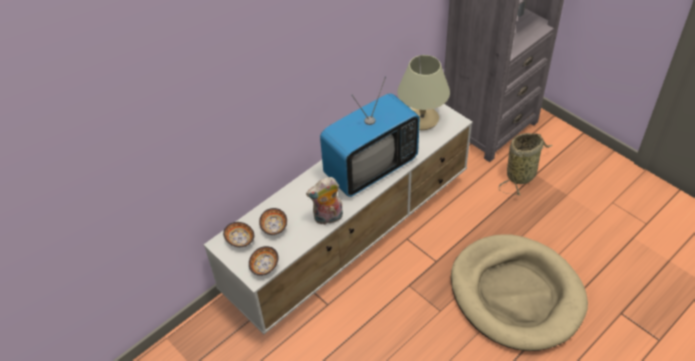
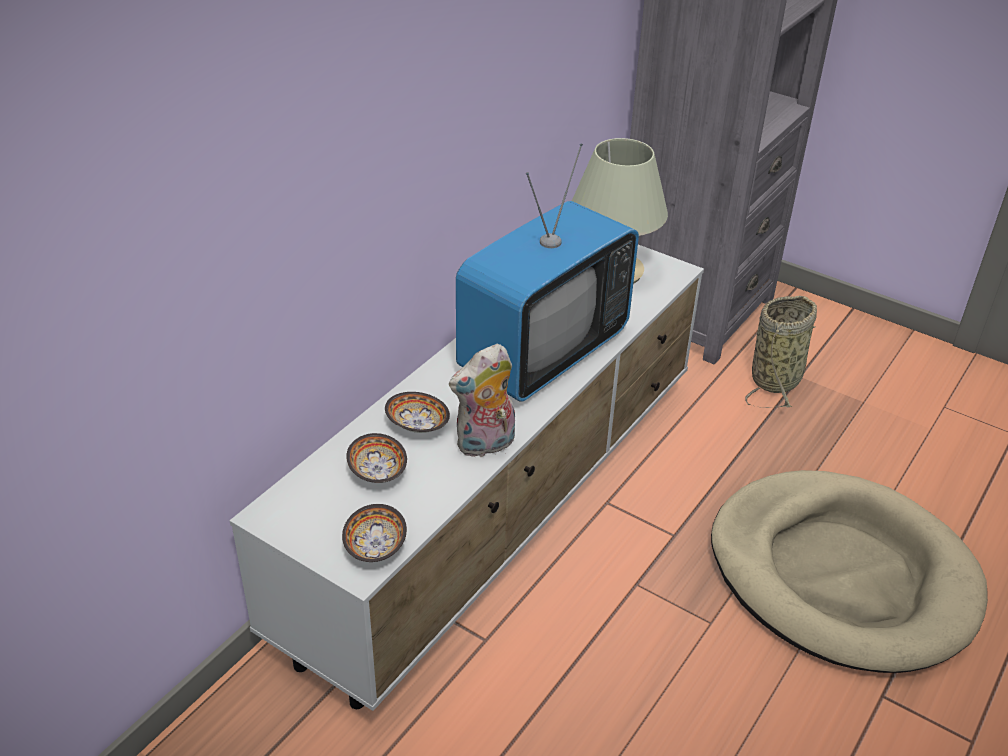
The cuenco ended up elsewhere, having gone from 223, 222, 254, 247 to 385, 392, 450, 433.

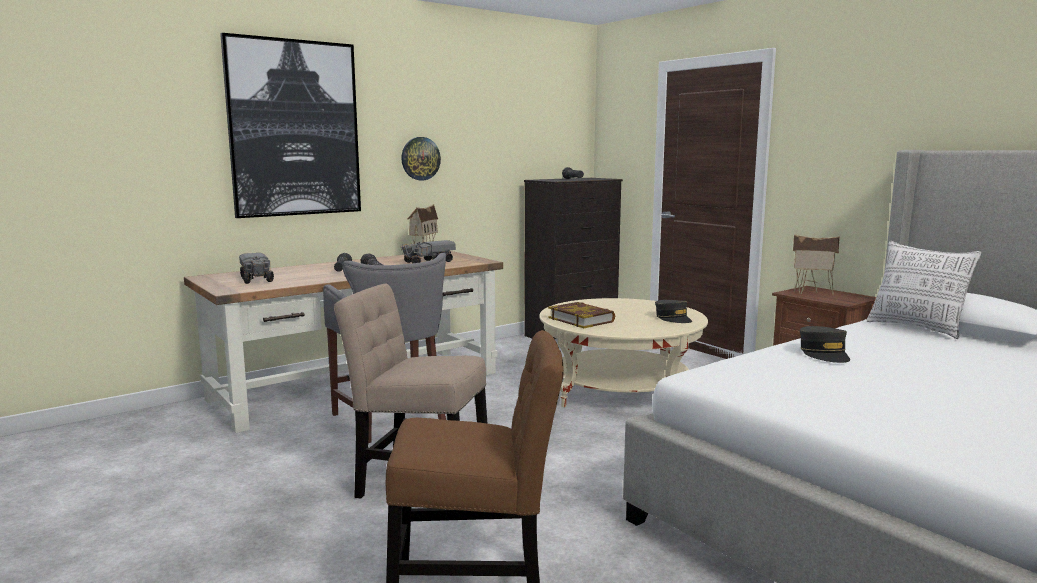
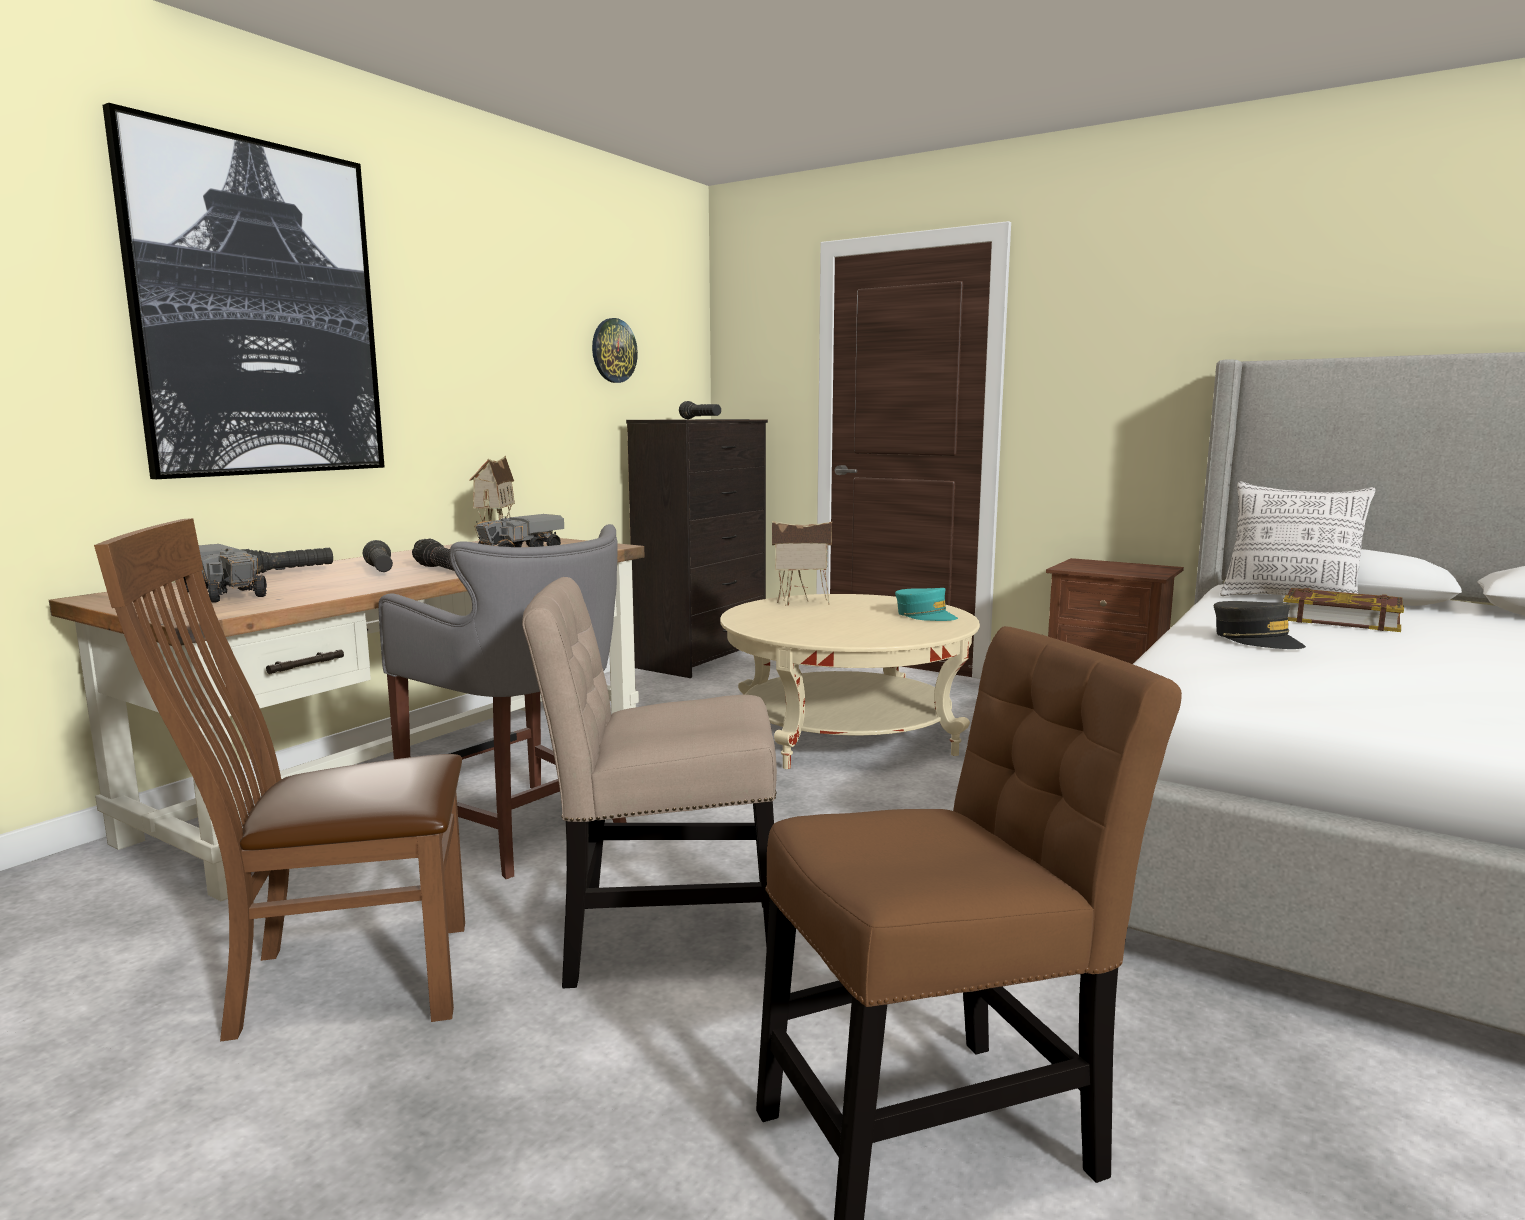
The second view gained the silla (marrón) at 94, 518, 465, 1042.
The second view gained the linterna (negro) at 241, 548, 333, 574.
The reloj de pared ended up elsewhere, having gone from 401, 137, 441, 180 to 592, 318, 638, 383.
The casita ended up elsewhere, having gone from 793, 234, 840, 296 to 772, 521, 832, 606.
What was the gorra (gris) at 655, 300, 692, 323 turned into the gorra (turquesa) at 895, 588, 958, 621.
The libro ended up elsewhere, having gone from 548, 302, 615, 328 to 1283, 588, 1404, 632.

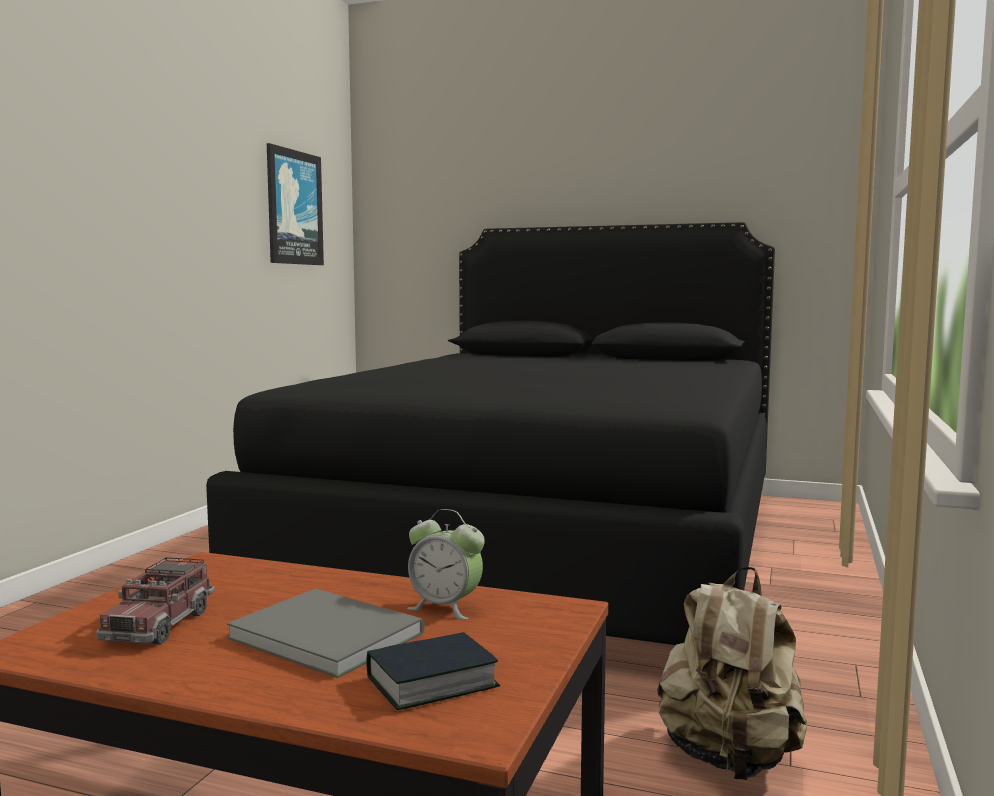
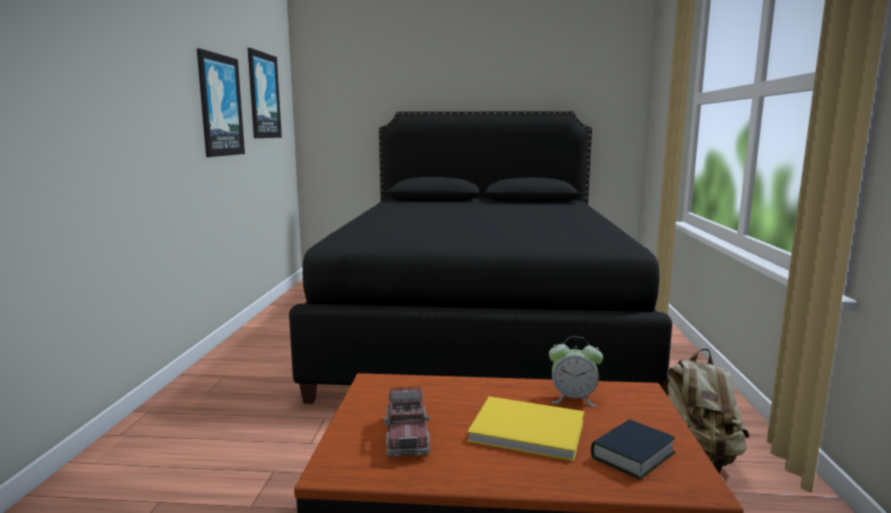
The second view gained the cuadro at 197, 48, 245, 157.
What was the libro (gris) at 227, 589, 425, 678 turned into the libro (amarillo) at 467, 396, 584, 461.

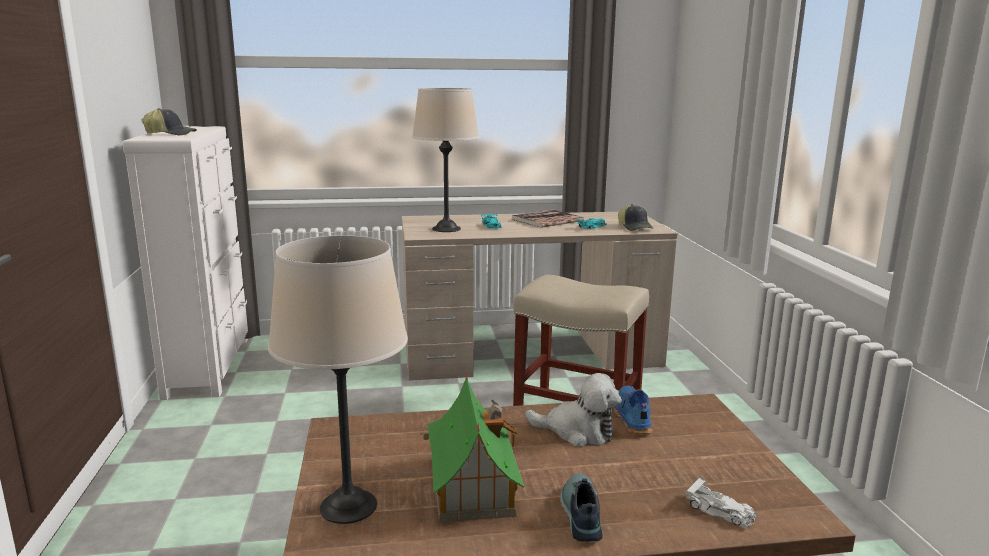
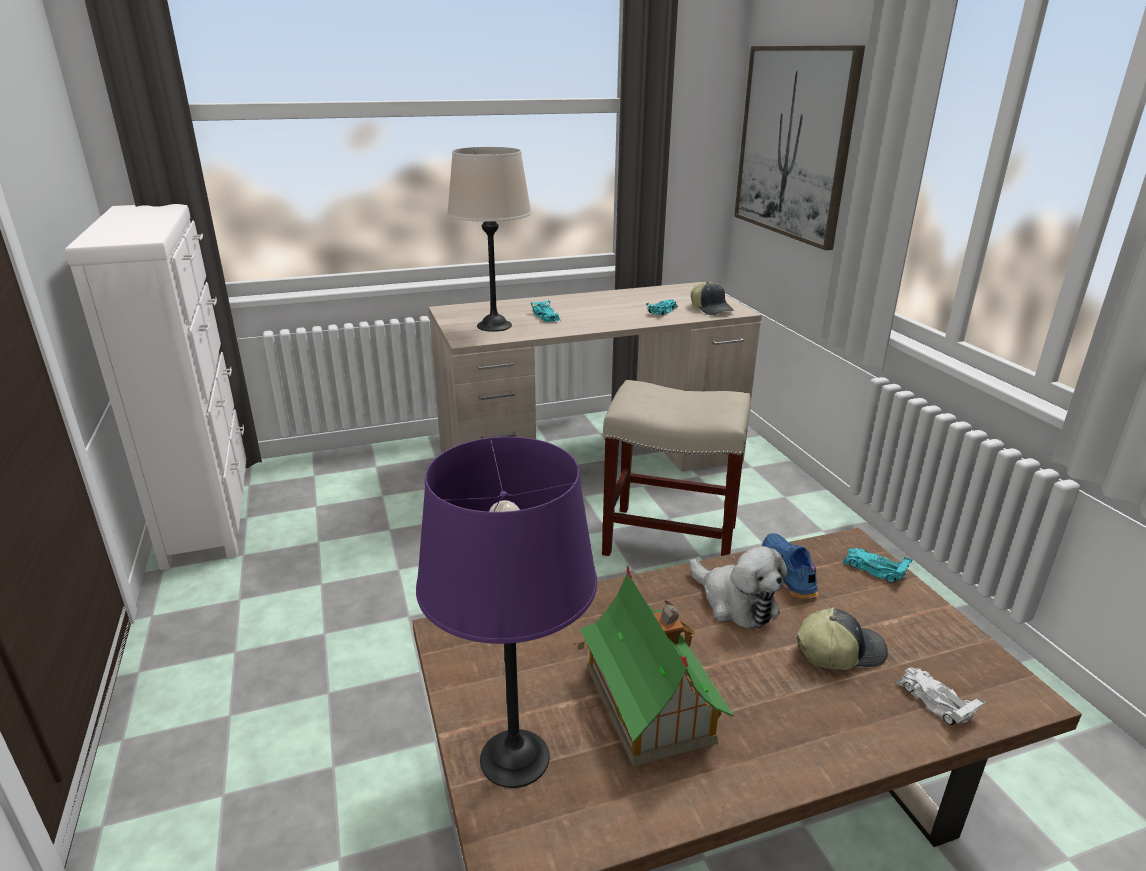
What was the lámpara de mesa (beis) at 268, 235, 408, 524 turned into the lámpara de mesa (morado) at 416, 437, 597, 788.
The peluche at 525, 373, 622, 447 ended up facing another way, 45 degrees clockwise from before.
The second view gained the cuadro at 734, 45, 865, 250.
The gorra ended up elsewhere, having gone from 142, 108, 197, 135 to 797, 608, 888, 670.
The second view gained the coche de juguete (turquesa) at 843, 548, 913, 583.
The coche de juguete (blanco) at 685, 476, 757, 529 ended up facing another way, 150 degrees counterclockwise from before.
The second view lost the libro at 512, 210, 584, 228.
The second view lost the zapato at 560, 473, 603, 542.

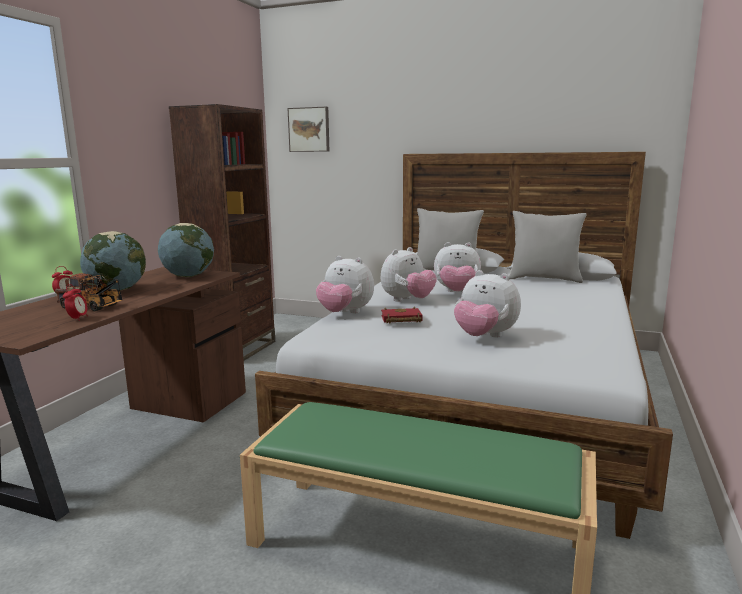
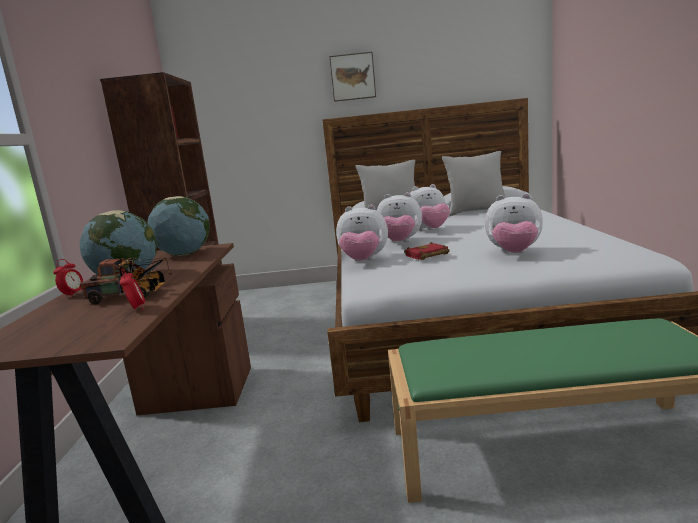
The cuadro ended up elsewhere, having gone from 288, 107, 329, 152 to 329, 52, 376, 102.
The peluche at 381, 247, 437, 302 ended up facing another way, 75 degrees clockwise from before.

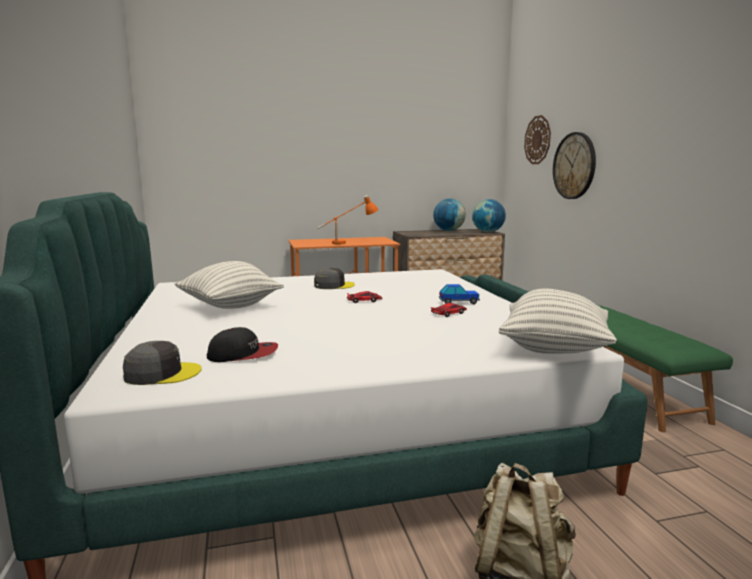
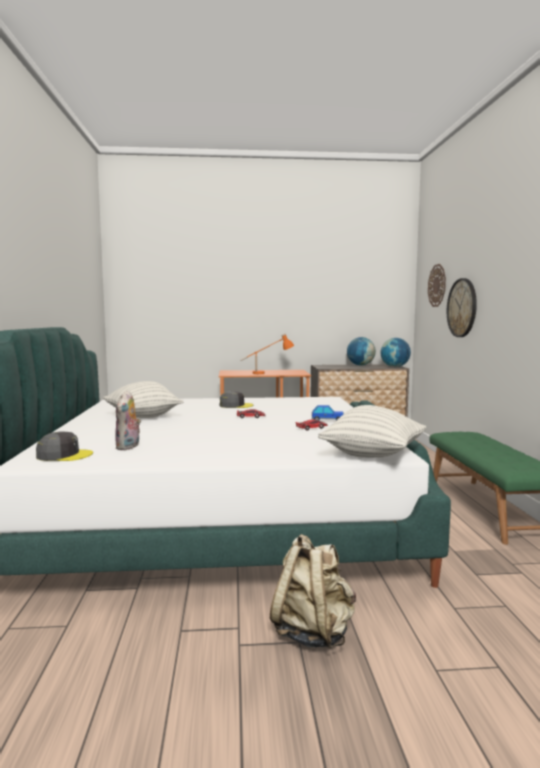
Where the gorra stood at 207, 327, 278, 362, the peluche came to stand at 115, 391, 141, 450.

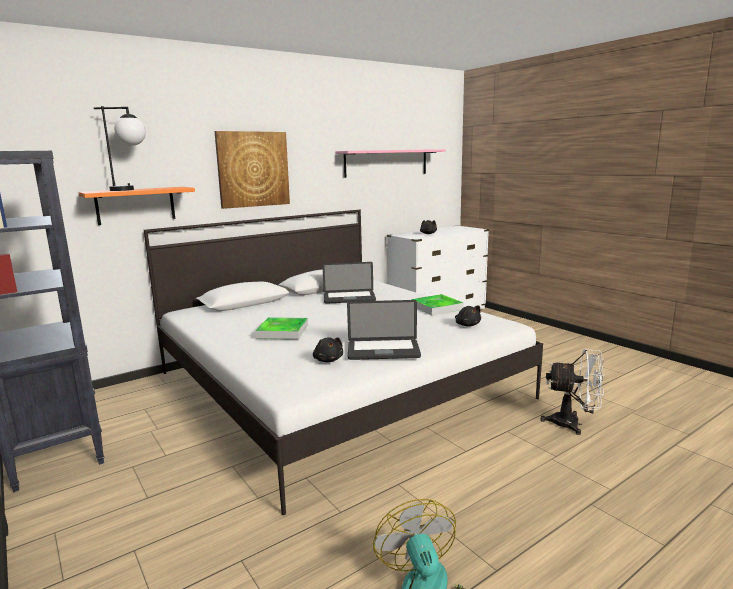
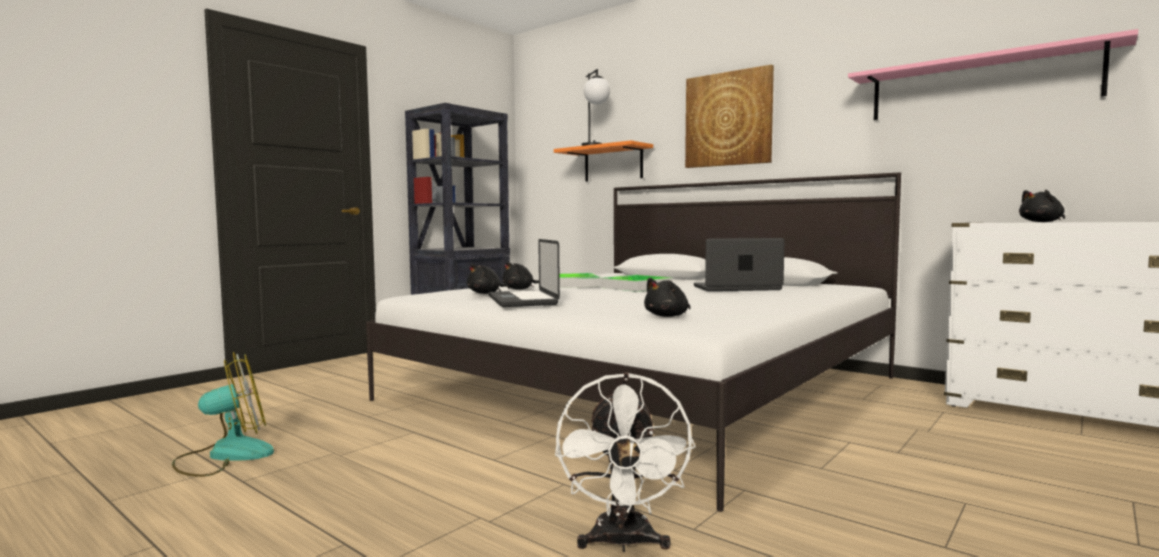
The second view gained the peluche (negro) at 502, 262, 539, 289.
The bandeja ended up elsewhere, having gone from 412, 294, 463, 315 to 600, 275, 673, 292.
The portátil at 322, 262, 376, 304 ended up facing another way, 105 degrees clockwise from before.

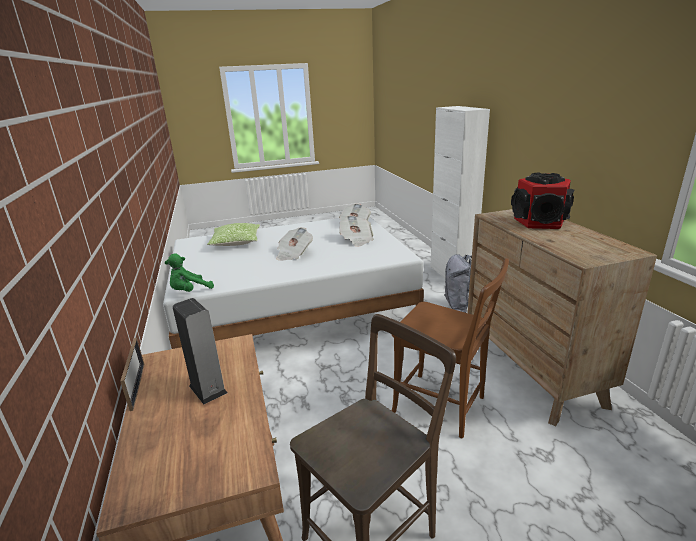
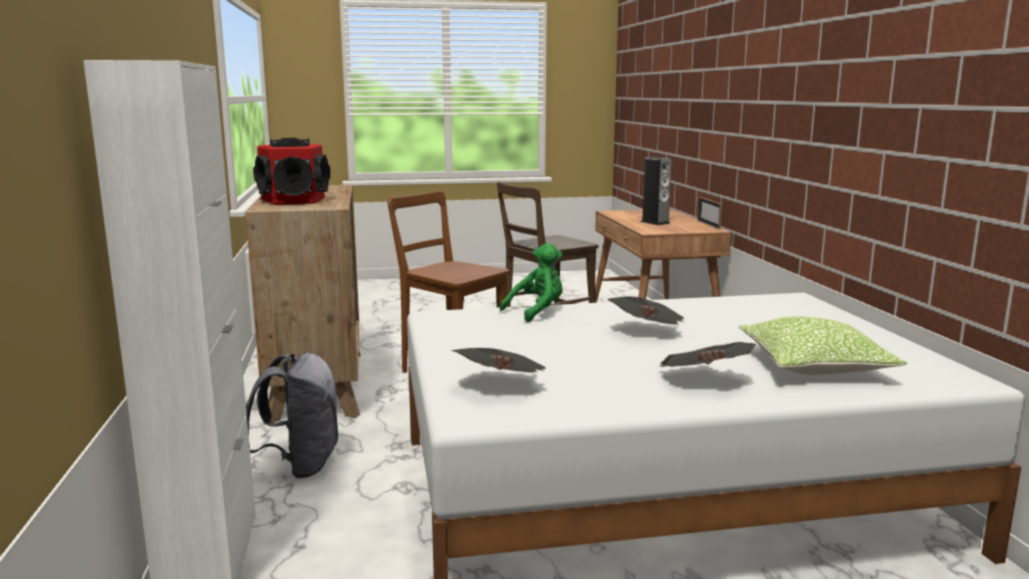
The peluche (verde) ended up elsewhere, having gone from 165, 254, 214, 292 to 500, 243, 563, 322.
The periódico ended up elsewhere, having gone from 339, 215, 374, 247 to 661, 342, 756, 367.

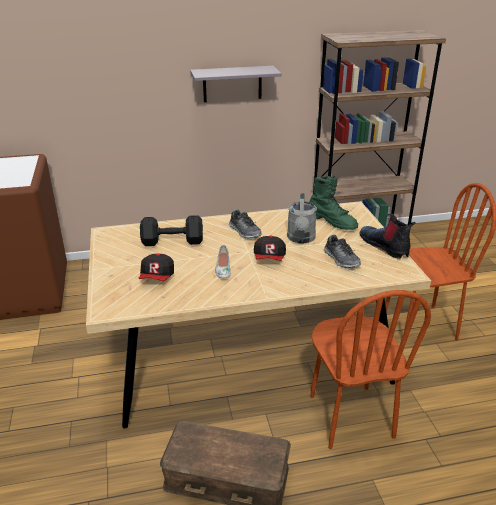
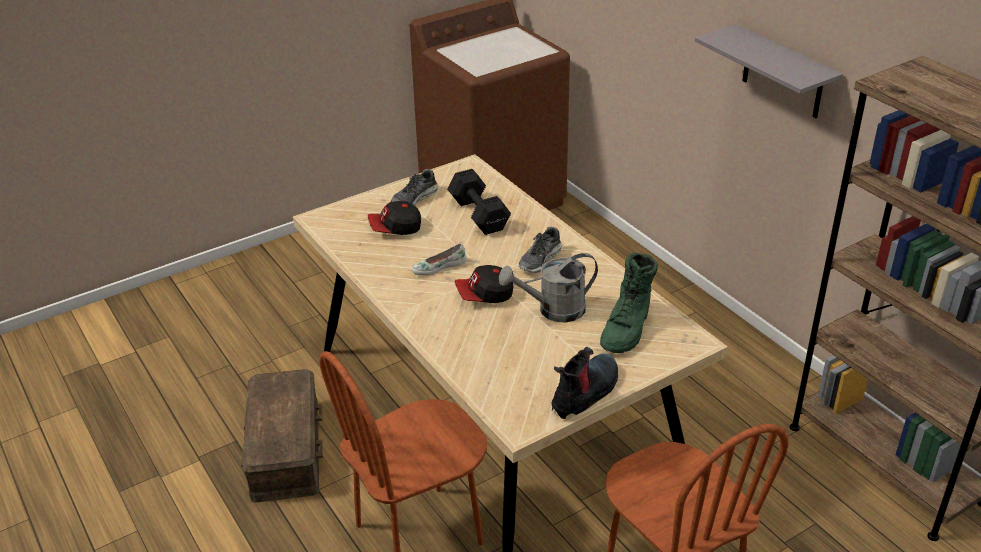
The zapato ended up elsewhere, having gone from 324, 235, 361, 269 to 391, 169, 438, 206.

